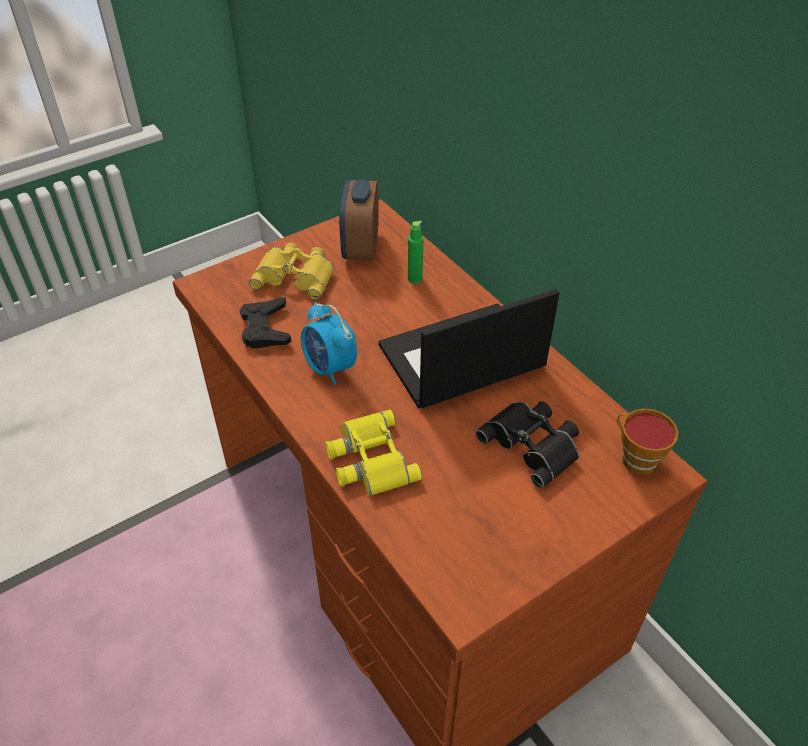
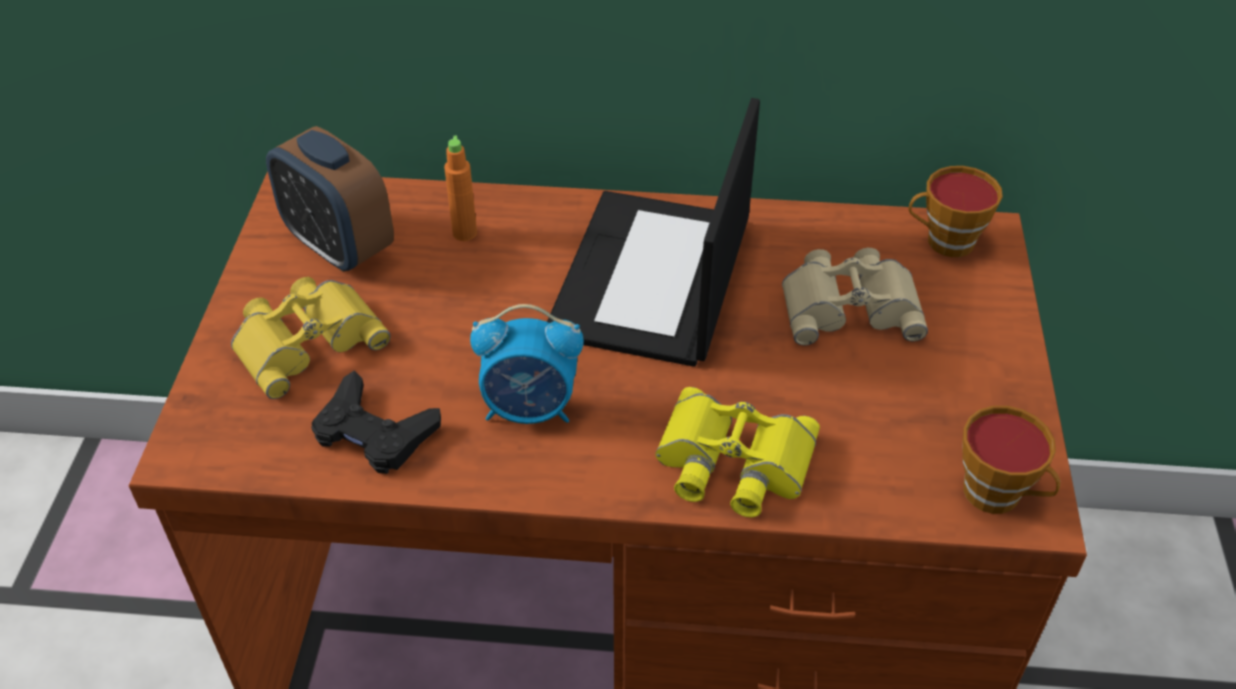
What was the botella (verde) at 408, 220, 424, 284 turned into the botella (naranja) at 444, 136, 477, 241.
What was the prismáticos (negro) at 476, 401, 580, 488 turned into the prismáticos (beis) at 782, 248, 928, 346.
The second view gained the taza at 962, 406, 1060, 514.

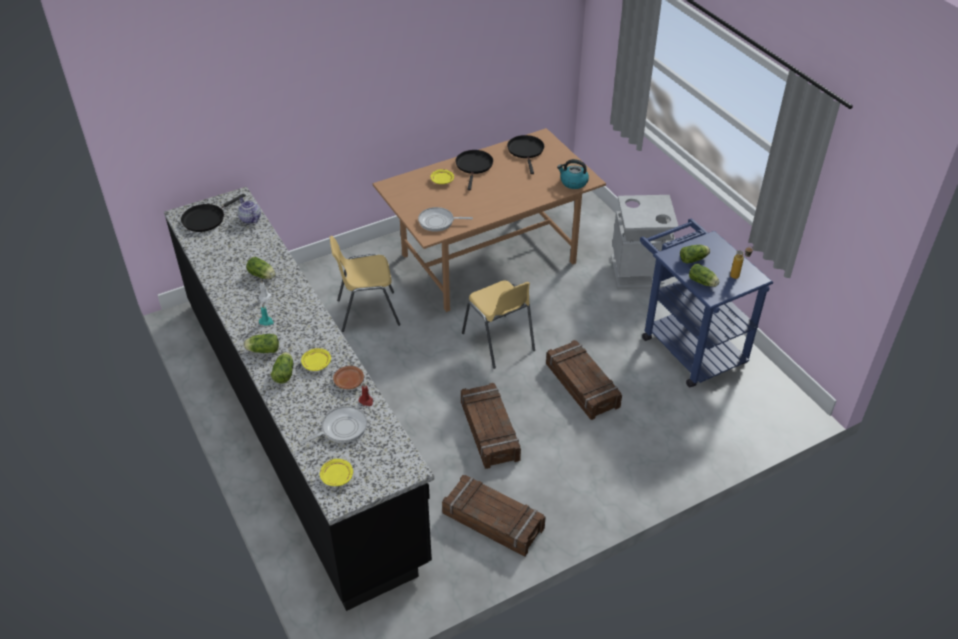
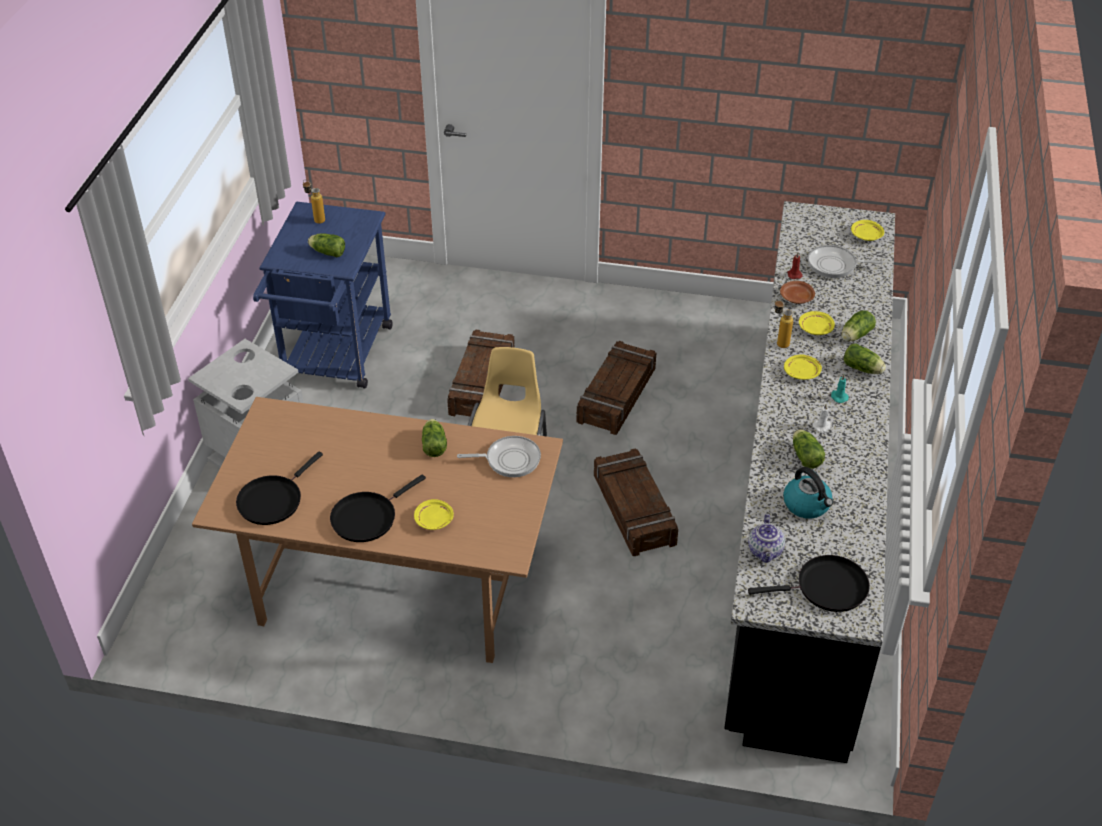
The lechuga ended up elsewhere, having gone from 689, 264, 719, 287 to 422, 419, 447, 457.
The sartén at 418, 207, 473, 232 ended up facing another way, 45 degrees counterclockwise from before.
The caja de embalaje ended up elsewhere, having gone from 442, 475, 546, 557 to 594, 448, 678, 556.
The second view gained the botella at 775, 299, 793, 348.
The hervidor ended up elsewhere, having gone from 557, 159, 589, 189 to 783, 467, 833, 519.
The second view gained the plato (amarillo) at 784, 354, 822, 380.
The second view lost the silla (amarillo) at 330, 236, 401, 332.

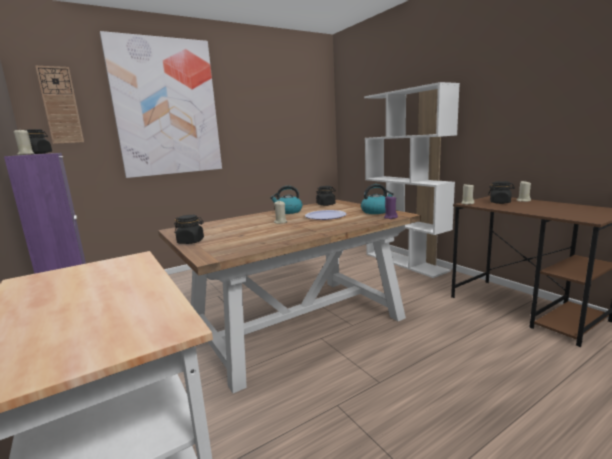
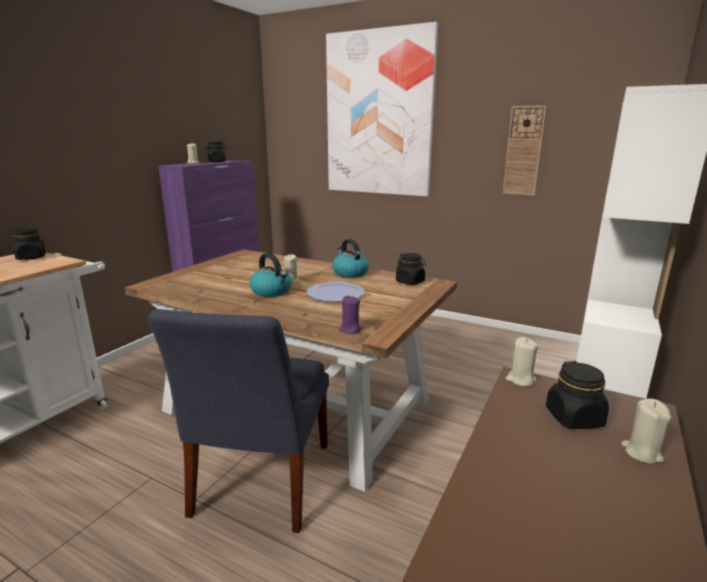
The tarro (negro) ended up elsewhere, having gone from 174, 215, 204, 244 to 13, 228, 46, 260.
The second view gained the silla (azul) at 148, 309, 329, 533.
The hervidor ended up elsewhere, having gone from 361, 184, 394, 214 to 250, 253, 292, 297.
The reloj de pared ended up elsewhere, having gone from 36, 66, 84, 144 to 503, 105, 546, 195.

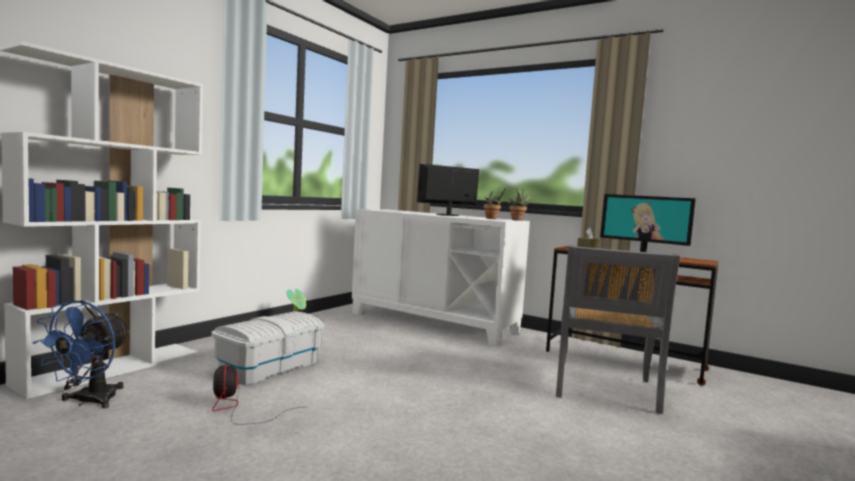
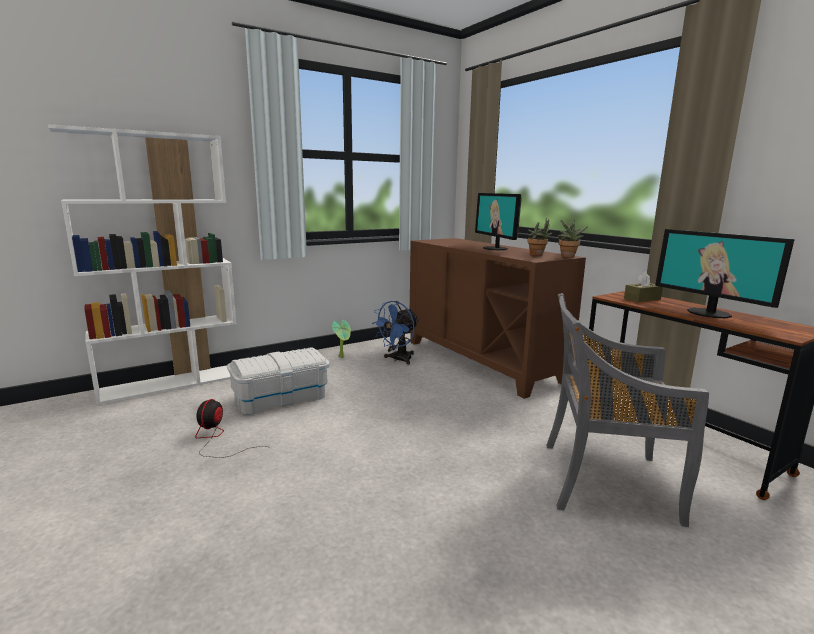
The ventilador (azul) ended up elsewhere, having gone from 33, 300, 131, 408 to 373, 301, 419, 365.
What was the armario (blanco) at 352, 209, 530, 346 turned into the armario (marrón) at 410, 238, 586, 399.
The monitor at 417, 164, 479, 216 ended up facing another way, 105 degrees counterclockwise from before.
The silla (gris) at 556, 245, 680, 414 ended up facing another way, 60 degrees clockwise from before.

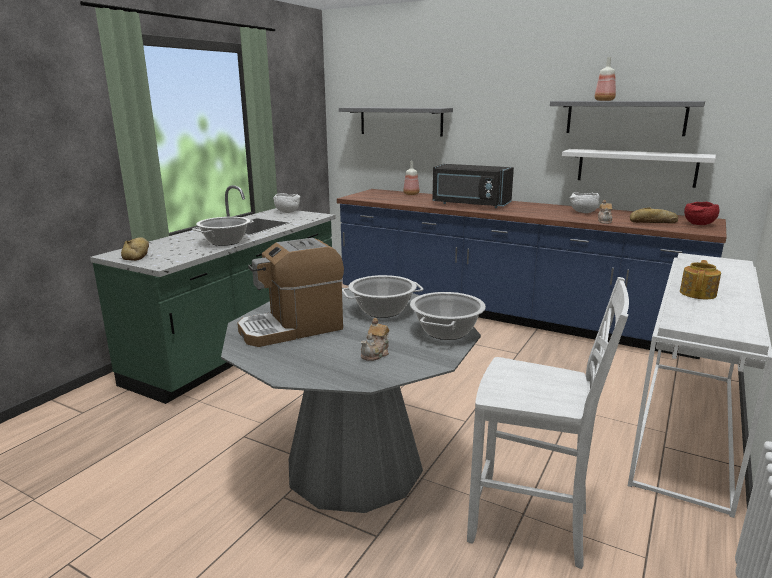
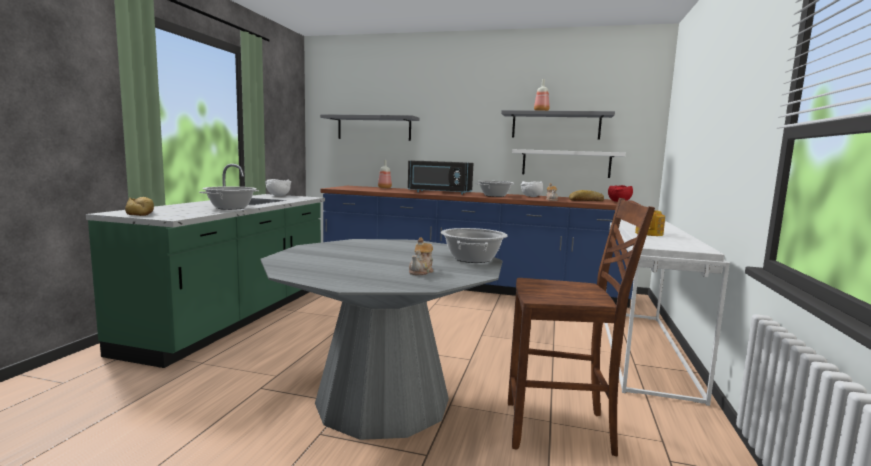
The olla ended up elsewhere, having gone from 342, 275, 423, 318 to 475, 181, 516, 197.
What was the silla (blanco) at 467, 277, 629, 569 turned into the silla (marrón) at 508, 198, 655, 456.
The second view lost the cafetera at 237, 238, 344, 347.

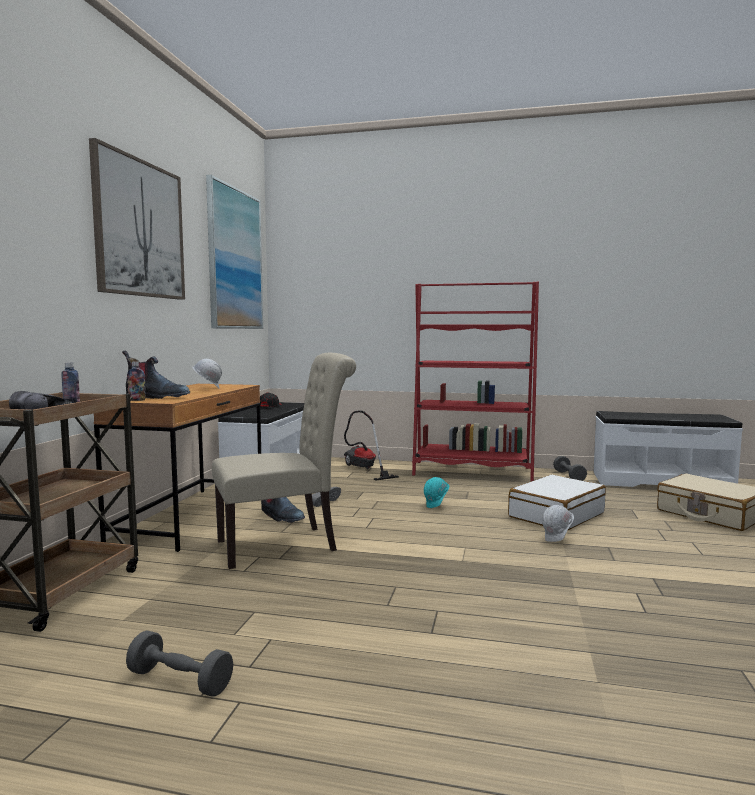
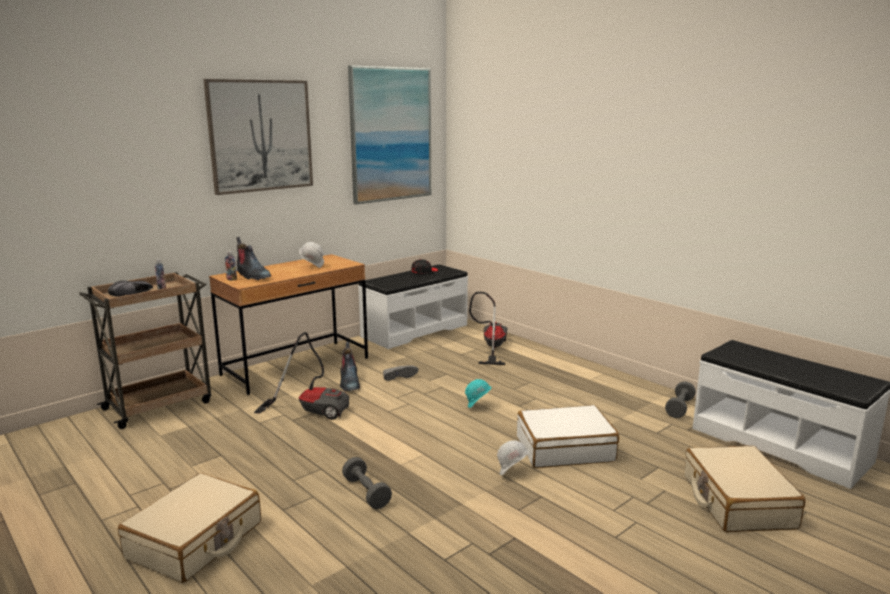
The second view gained the maleta (beis) at 118, 473, 261, 583.
Where the silla (beis) stood at 212, 353, 356, 569, the aspiradora came to stand at 254, 332, 349, 420.
The mancuerna (gris) ended up elsewhere, having gone from 126, 630, 233, 697 to 342, 457, 392, 509.
The second view lost the estantería (rojo) at 412, 282, 539, 482.

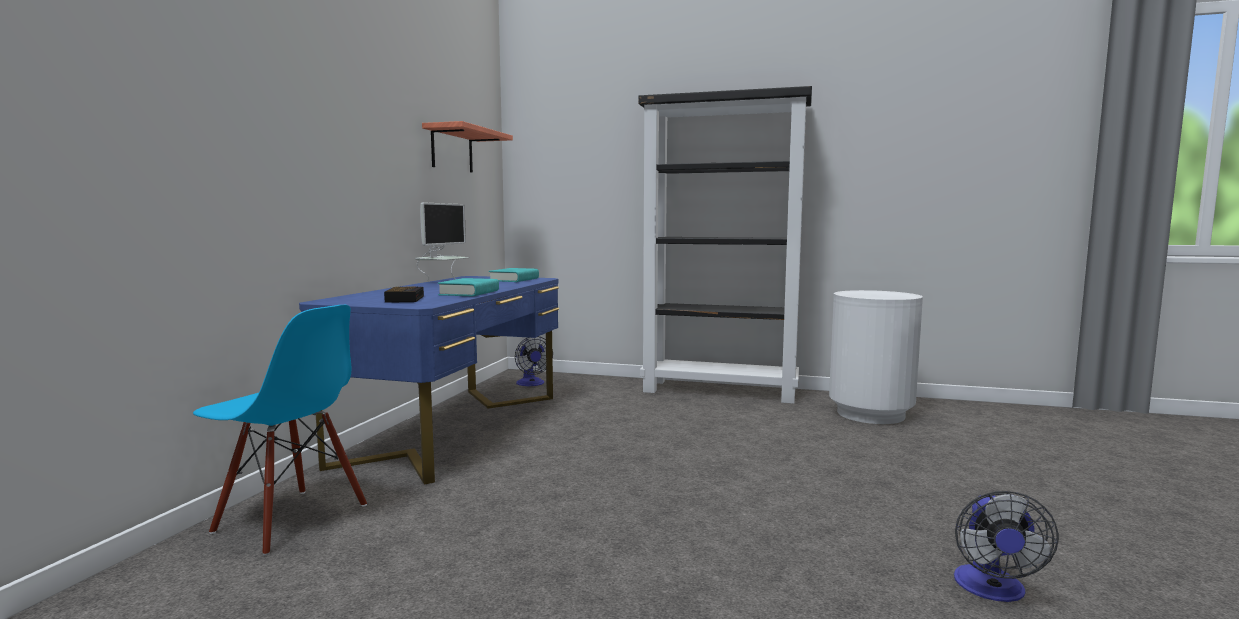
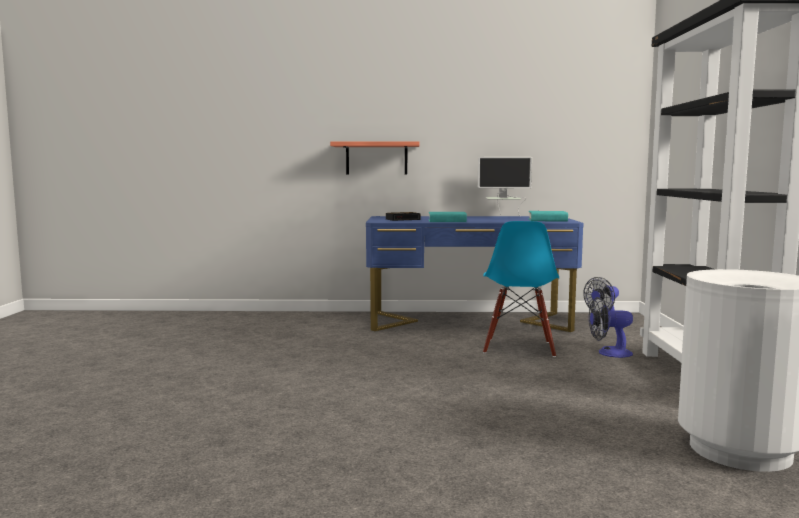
The estante ended up elsewhere, having gone from 422, 121, 513, 173 to 330, 141, 420, 174.
The silla (azul) ended up elsewhere, having gone from 193, 305, 367, 556 to 483, 221, 559, 357.
The ventilador ended up elsewhere, having gone from 954, 491, 1059, 602 to 589, 297, 633, 358.

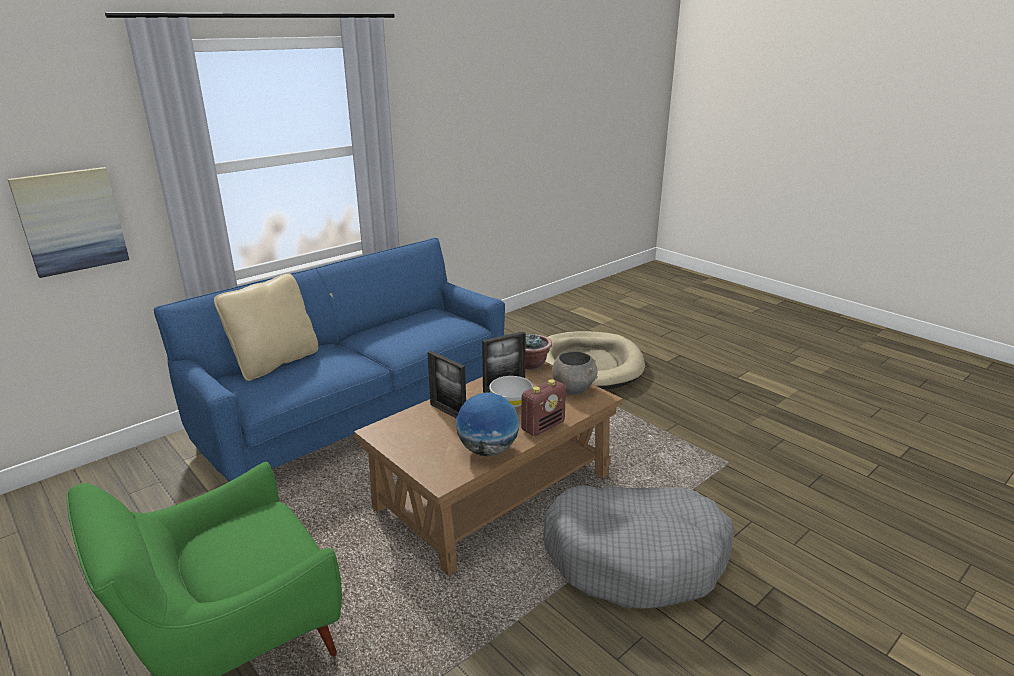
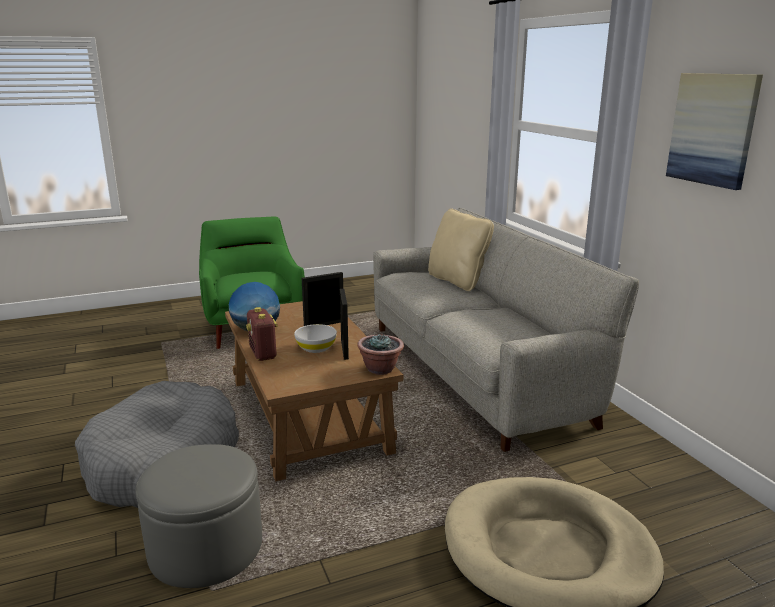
The second view gained the puf (gris) at 136, 444, 262, 588.
What was the sofá (azul) at 154, 238, 505, 482 turned into the sofá (gris) at 373, 208, 639, 452.
The cuadro ended up elsewhere, having gone from 8, 167, 129, 278 to 666, 73, 763, 190.
The second view lost the cuenco (gris) at 552, 351, 598, 395.

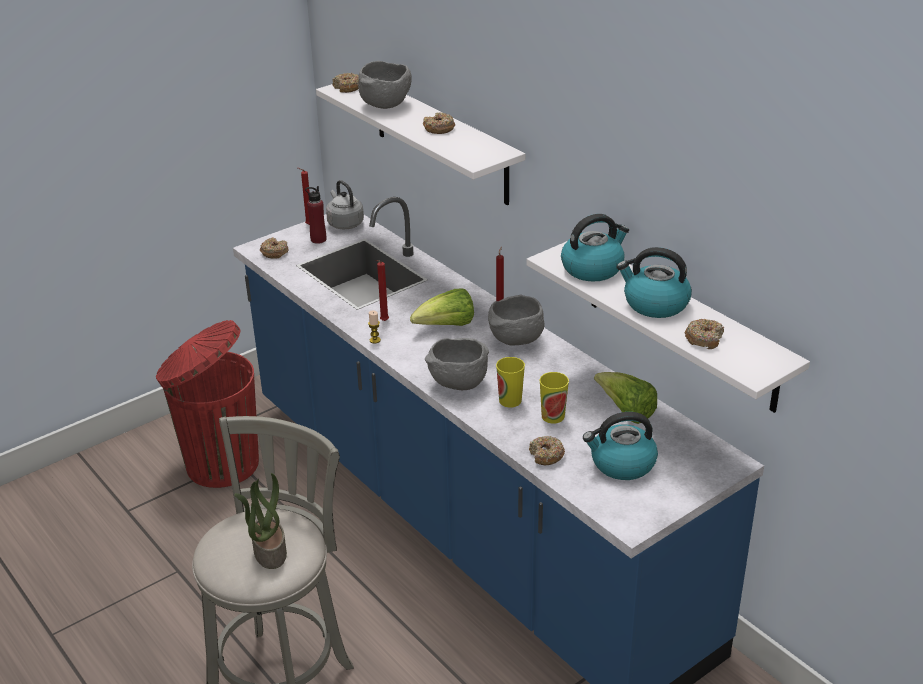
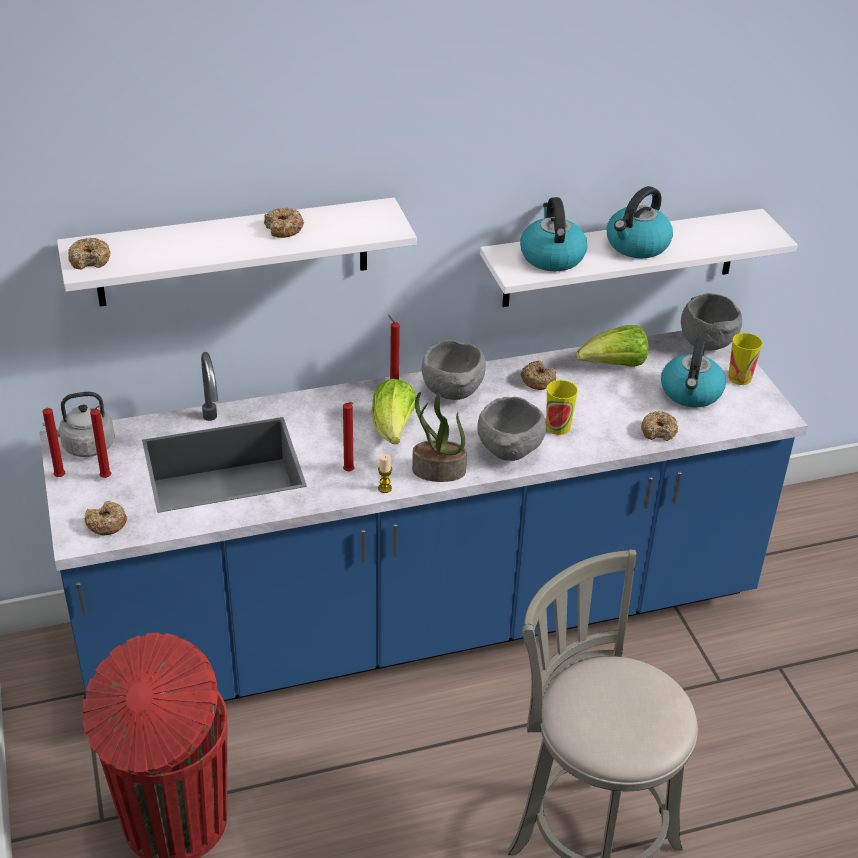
Where the botella (rojo) stood at 305, 186, 326, 244, the vela (rojo) came to stand at 90, 405, 111, 478.
The planta en maceta ended up elsewhere, having gone from 234, 473, 287, 569 to 412, 392, 467, 482.
The rosquilla ended up elsewhere, having gone from 685, 319, 724, 349 to 521, 360, 556, 390.
The cuenco (gris) ended up elsewhere, having gone from 358, 61, 412, 109 to 681, 293, 742, 351.
The taza ended up elsewhere, having gone from 539, 372, 569, 424 to 728, 333, 763, 385.

